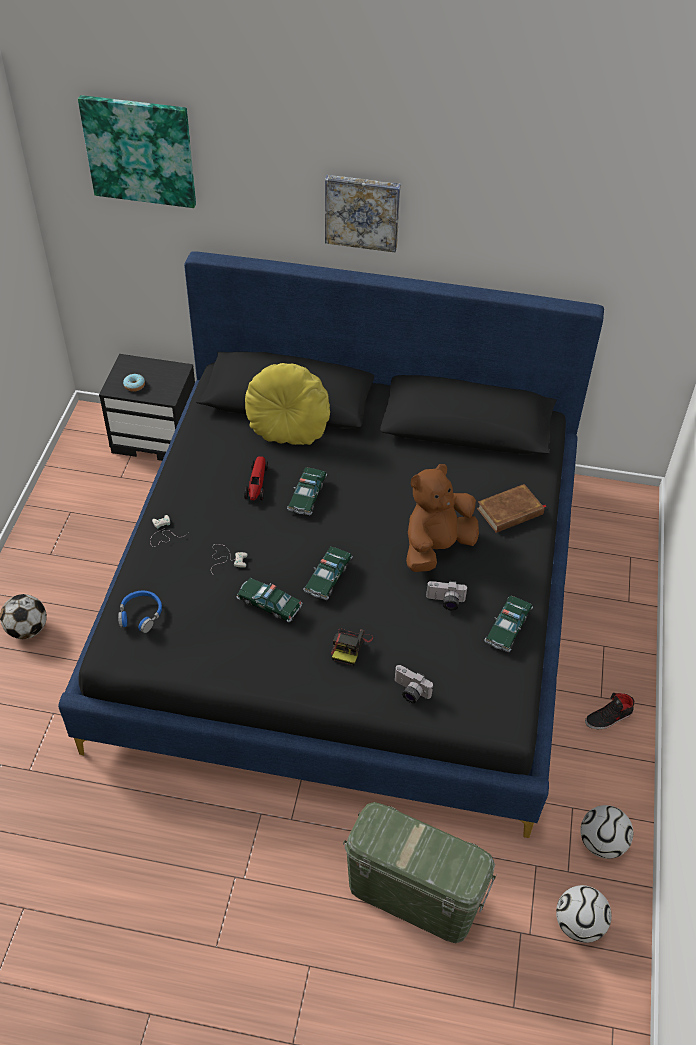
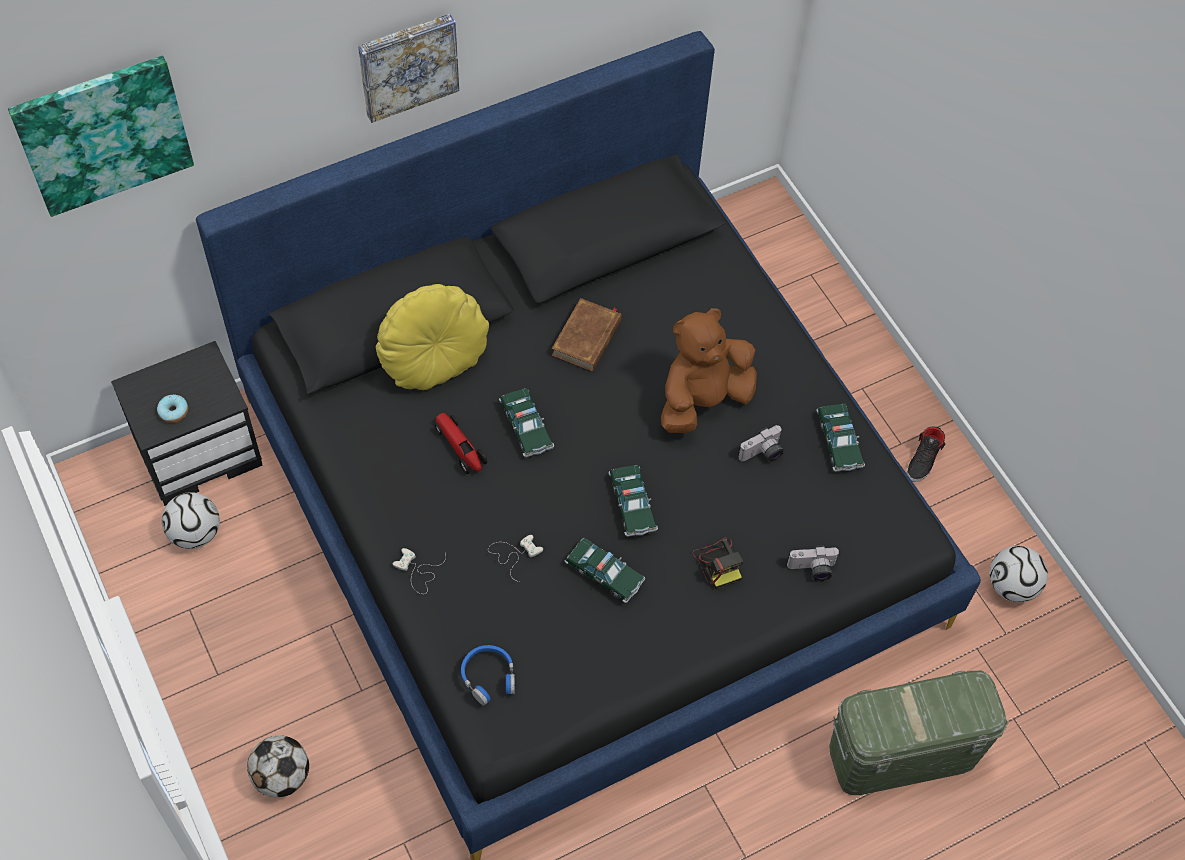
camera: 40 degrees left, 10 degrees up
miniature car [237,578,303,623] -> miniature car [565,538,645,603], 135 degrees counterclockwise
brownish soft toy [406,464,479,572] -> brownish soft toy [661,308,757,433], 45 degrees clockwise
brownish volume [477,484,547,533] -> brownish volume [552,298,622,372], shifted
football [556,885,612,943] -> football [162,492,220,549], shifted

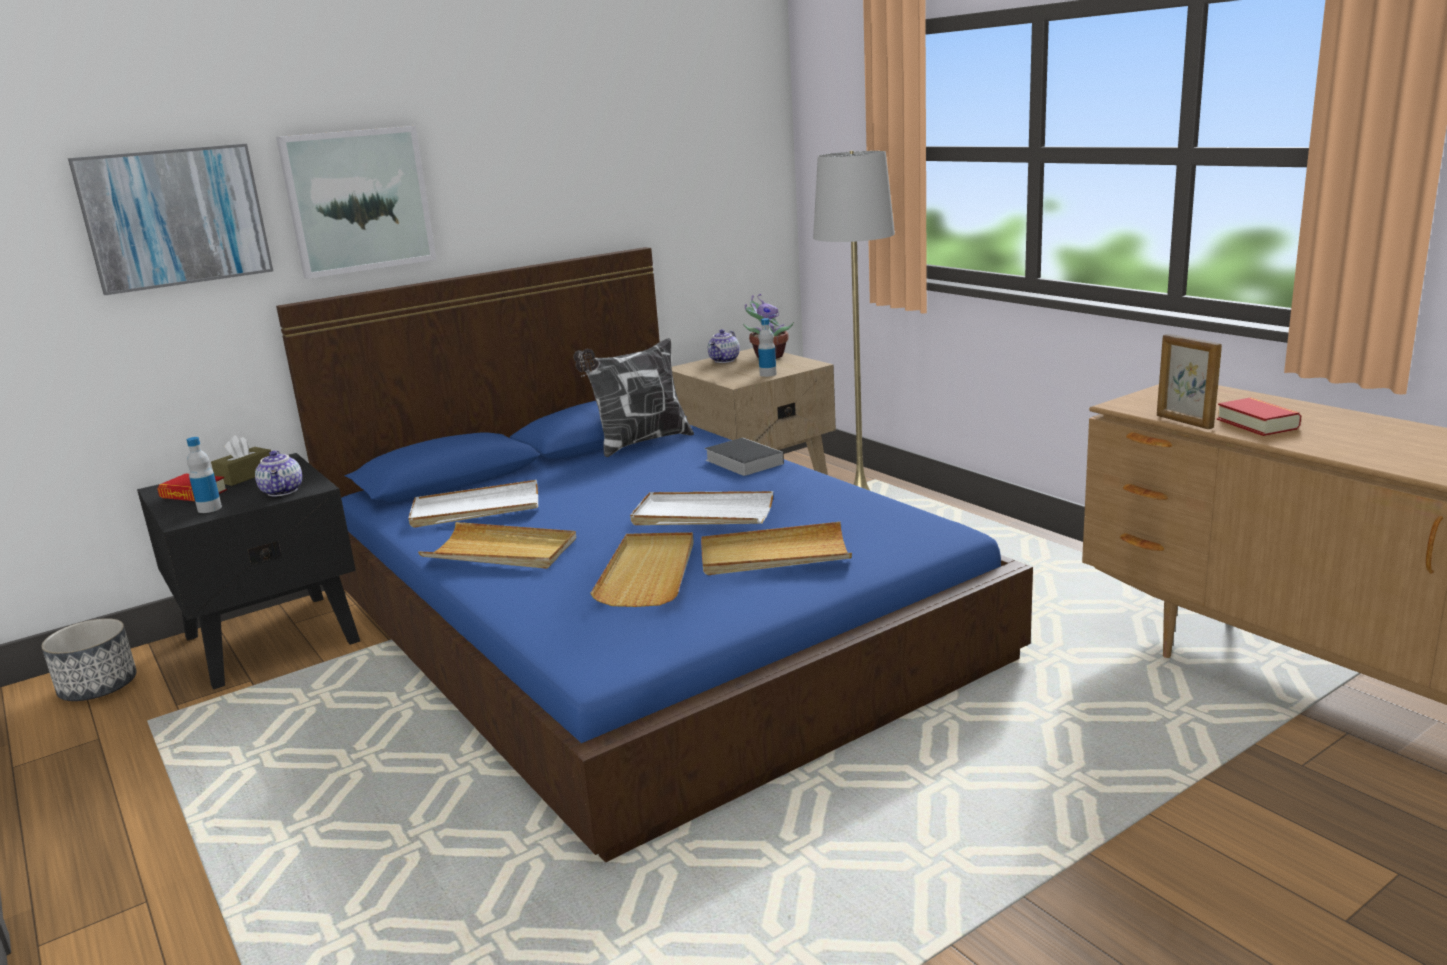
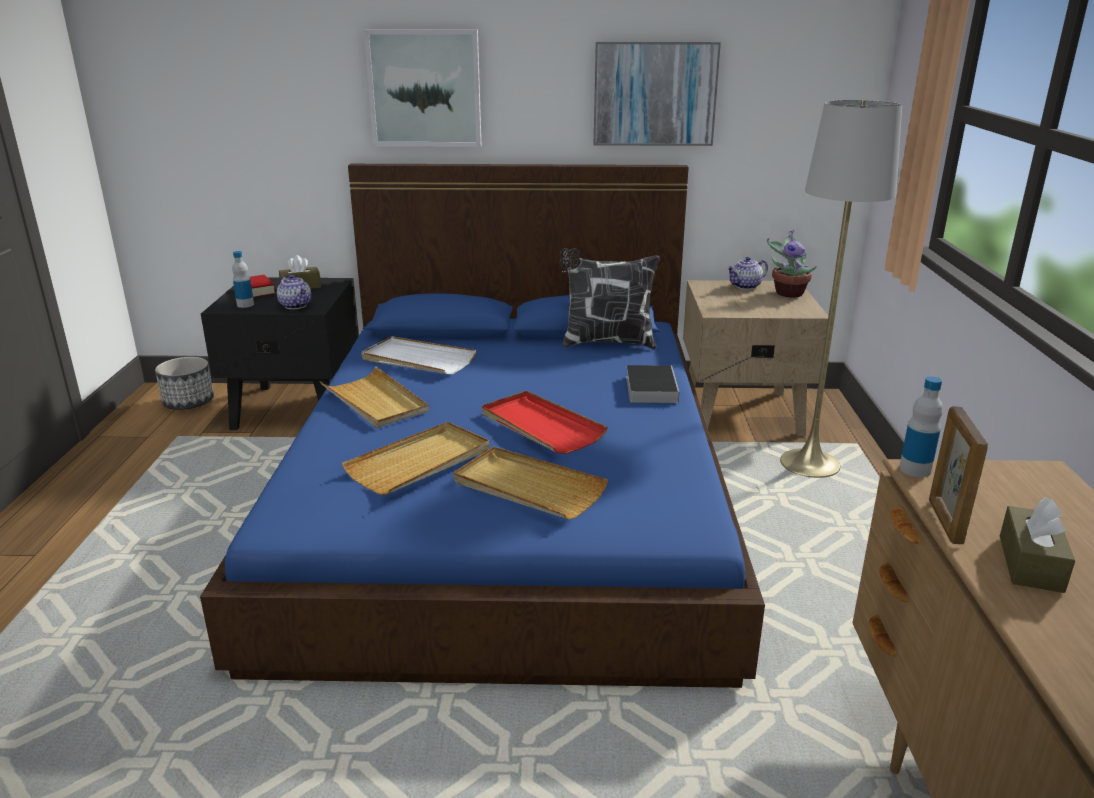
camera: 35 degrees right, 5 degrees up
wall picture [68,144,273,295] -> wall picture [594,42,721,146], shifted
pot for tea [255,451,302,497] -> pot for tea [277,274,311,309], 60 degrees counterclockwise
white carrying tray [630,491,773,525] -> red carrying tray [482,391,608,454]
drink bottle [758,318,777,377] -> drink bottle [899,376,943,477], shifted
volume [1217,398,1301,436] -> brownish tissue box [1000,497,1075,593]

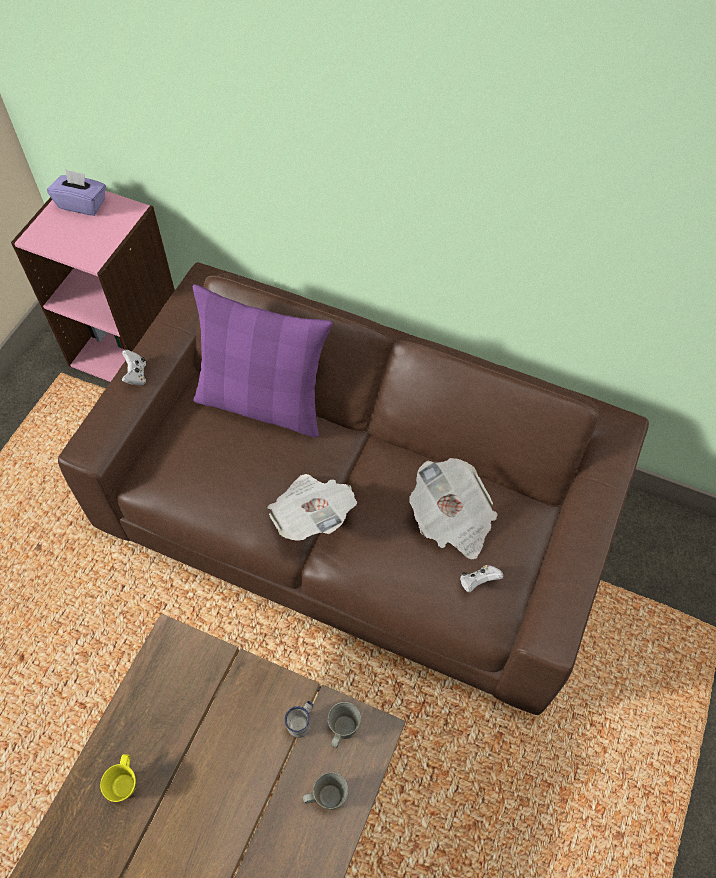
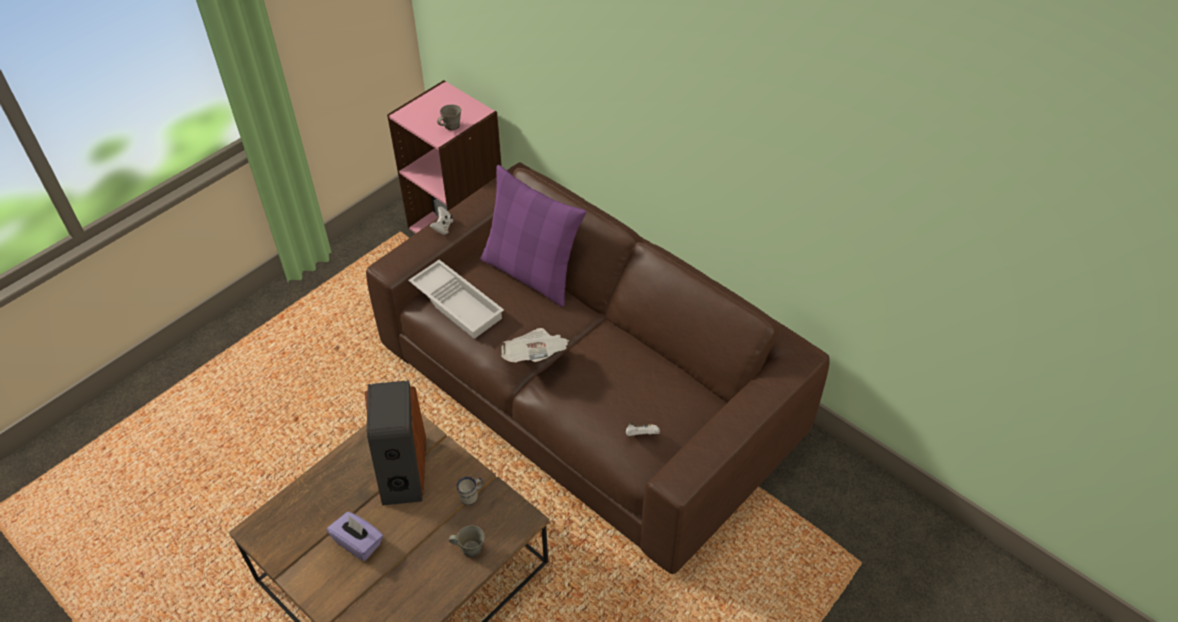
camera: 20 degrees right, 10 degrees down
purple-coloured tissue box [47,169,106,216] -> purple-coloured tissue box [327,512,383,561], shifted
yellow tea mug [100,754,136,802] -> none
greyish tea mug [328,702,361,748] -> greyish tea mug [437,104,461,131], shifted
printed paper [409,458,498,559] -> none
none -> loudspeaker [364,380,426,505]
none -> white carrying tray [408,260,504,339]

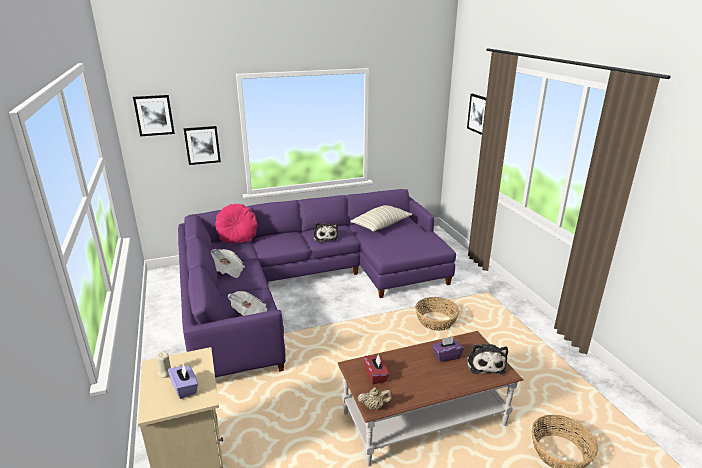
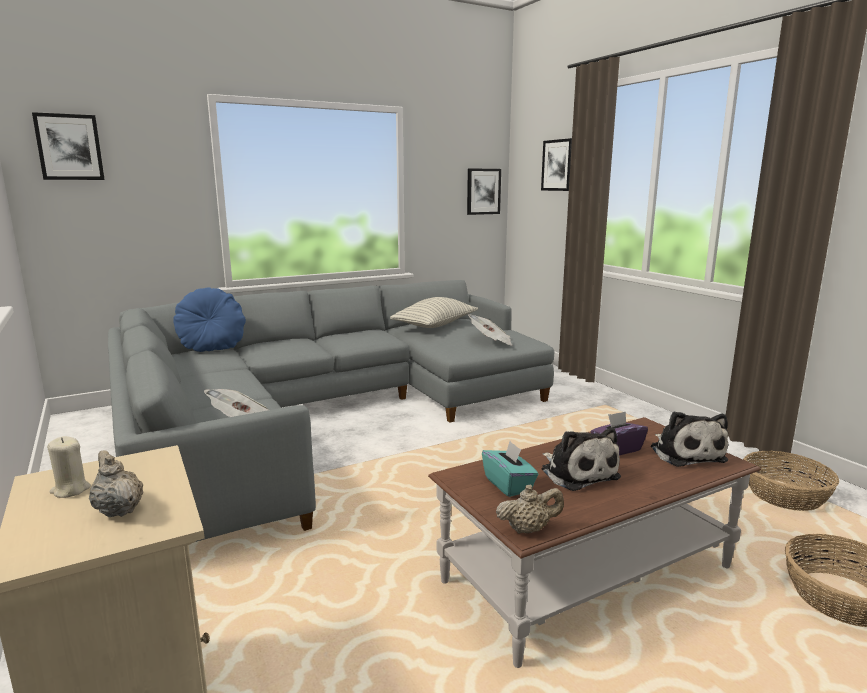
camera: 10 degrees left, 10 degrees down
purple-coloured tissue box [168,363,198,399] -> beige-coloured pot for tea [89,450,143,517]
purple-coloured sofa [178,189,456,377] -> greyish sofa [108,280,554,542]
wall picture [184,126,221,165] -> wall picture [467,168,501,215], shifted
printed paper [211,249,245,278] -> printed paper [468,314,512,346], shifted
pink pillow [215,204,258,244] -> blue-coloured pillow [173,288,246,352]
soft toy [314,223,338,242] -> soft toy [542,427,621,491], shifted
red tissue box [364,355,389,384] -> turquoise tissue box [482,441,538,497]
basket [415,297,459,331] -> basket [743,451,839,511], shifted

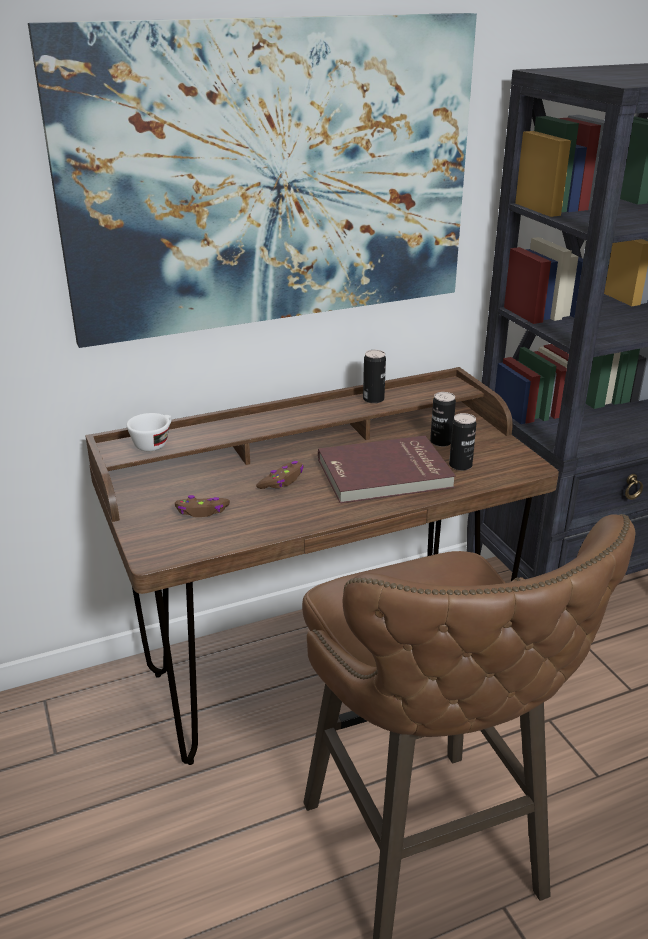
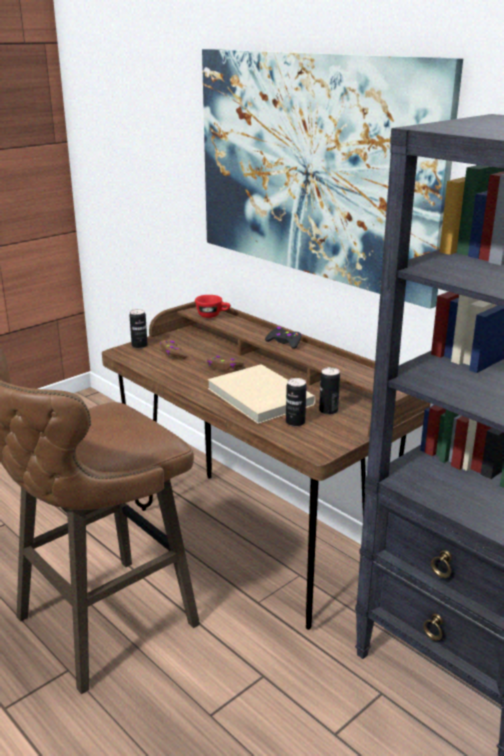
camera: 70 degrees right, 5 degrees down
white drinking cup [127,413,172,451] -> red drinking cup [195,295,231,318]
red volume [318,436,456,504] -> beige-coloured volume [208,364,316,424]
metal can [363,350,386,404] -> metal can [129,309,148,349], shifted
none -> blackish gamepad [265,327,302,349]

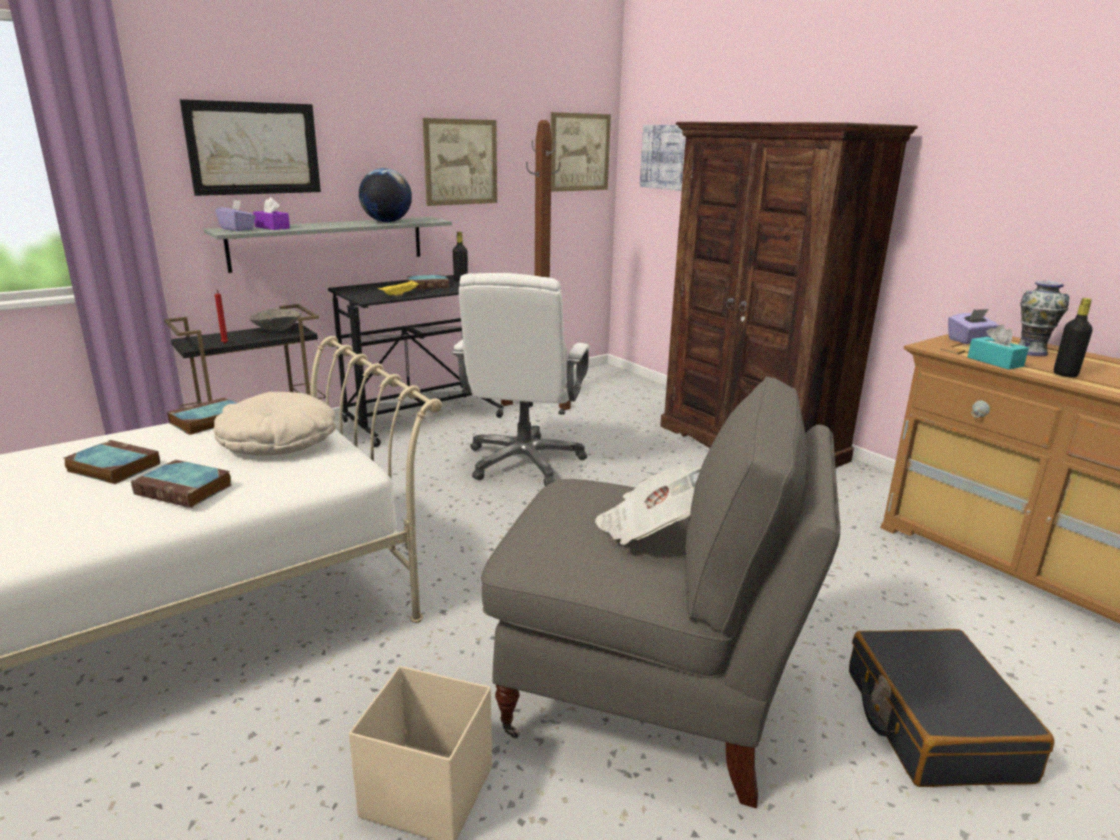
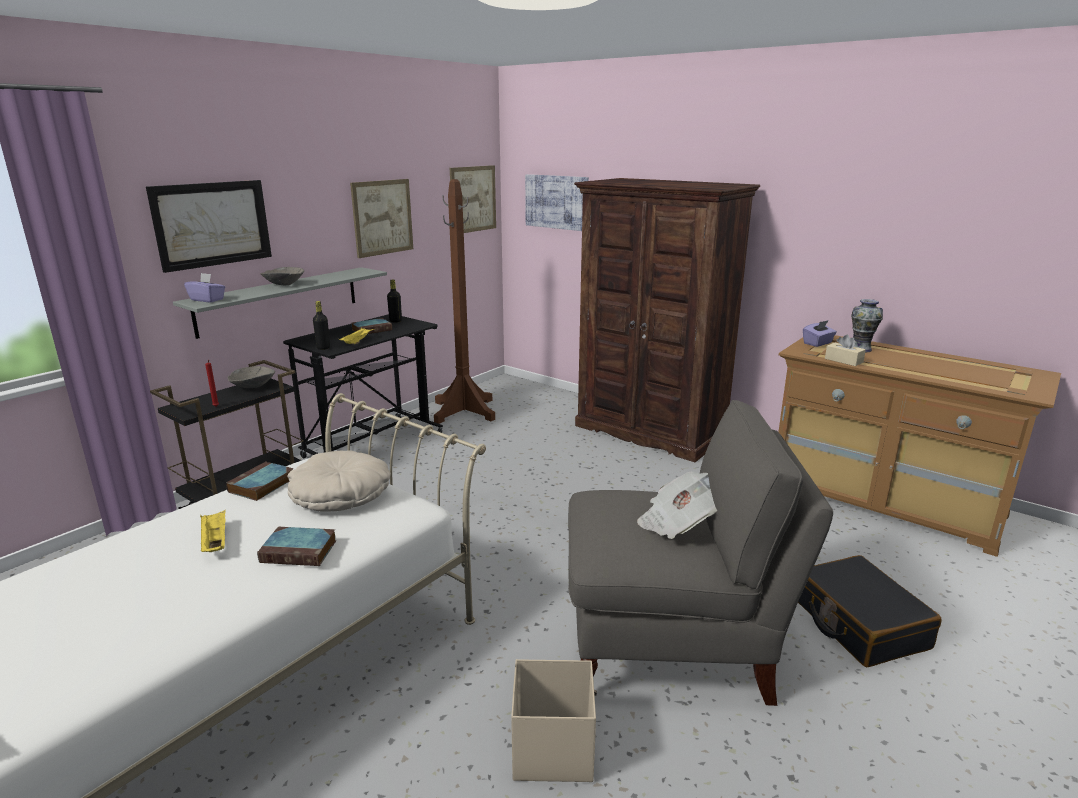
camera: 15 degrees left, 0 degrees up
volume [64,440,160,484] -> yellow carrying tray [200,510,225,552]
purple-coloured tissue box [253,197,290,230] -> none
desk globe [359,168,412,222] -> none
white office chair [452,273,589,486] -> none
turquoise tissue box [967,325,1029,370] -> beige-coloured tissue box [825,335,866,366]
blackish drink bottle [1054,298,1093,378] -> blackish drink bottle [313,301,330,350], shifted
none -> greyish bowl [260,267,304,285]

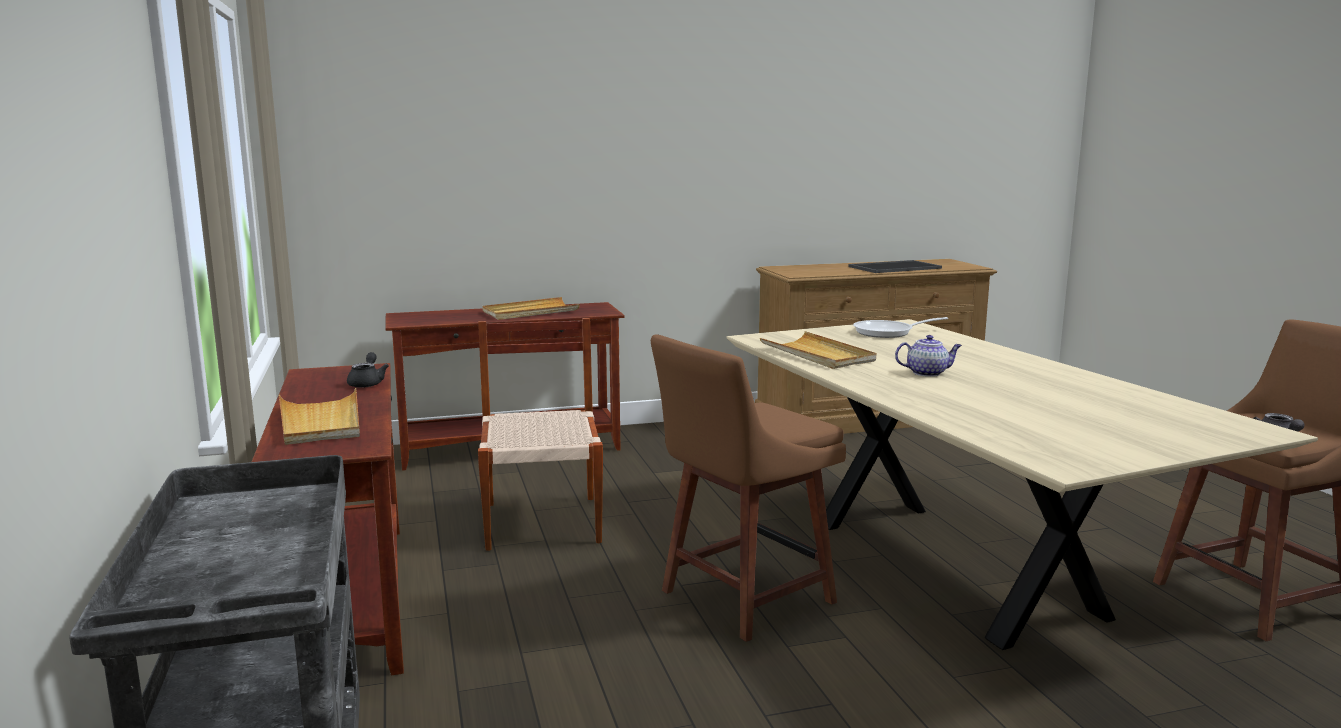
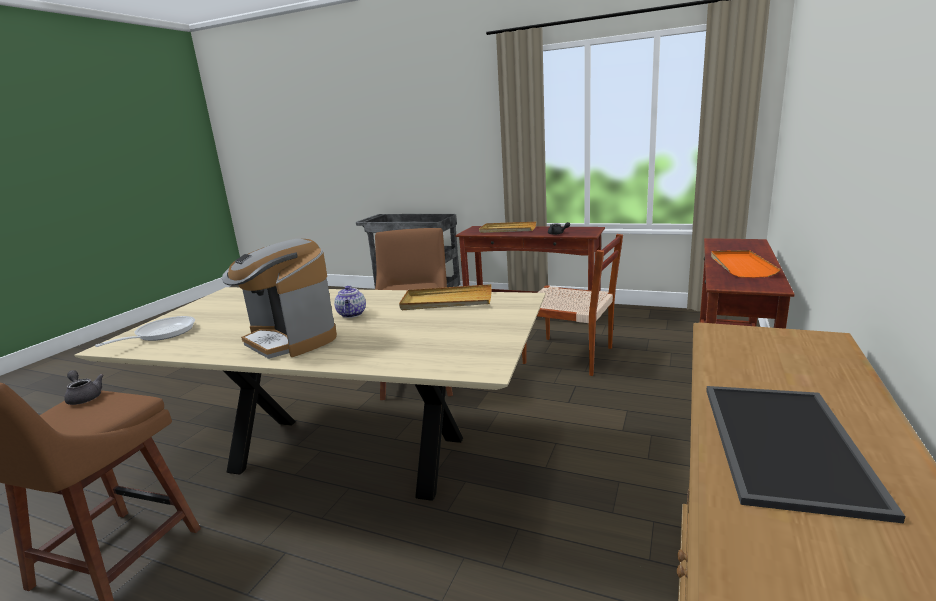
camera: 130 degrees right, 5 degrees up
beige-coloured carrying tray [482,297,580,320] -> orangey carrying tray [711,250,781,278]
frying pan [853,317,948,338] -> frying pan [95,316,195,347], shifted
pot for tea [895,335,962,377] -> pot for tea [334,286,366,318], 45 degrees counterclockwise
none -> coffee maker [222,239,337,359]

